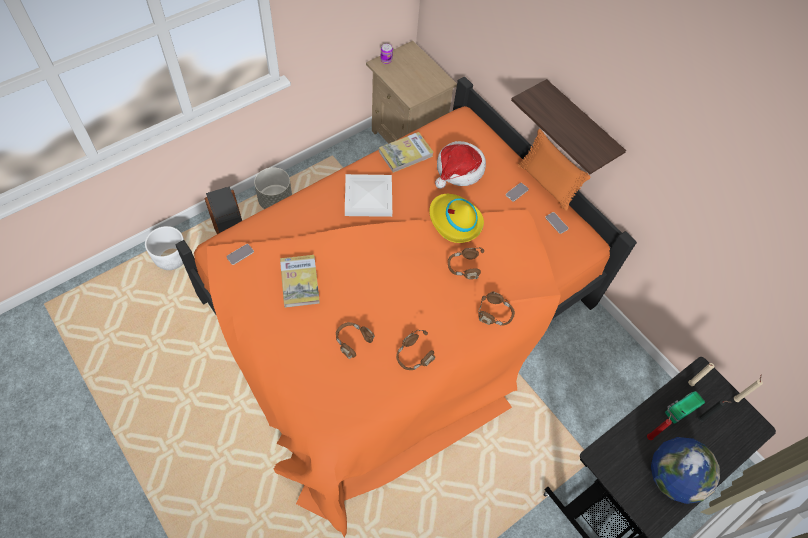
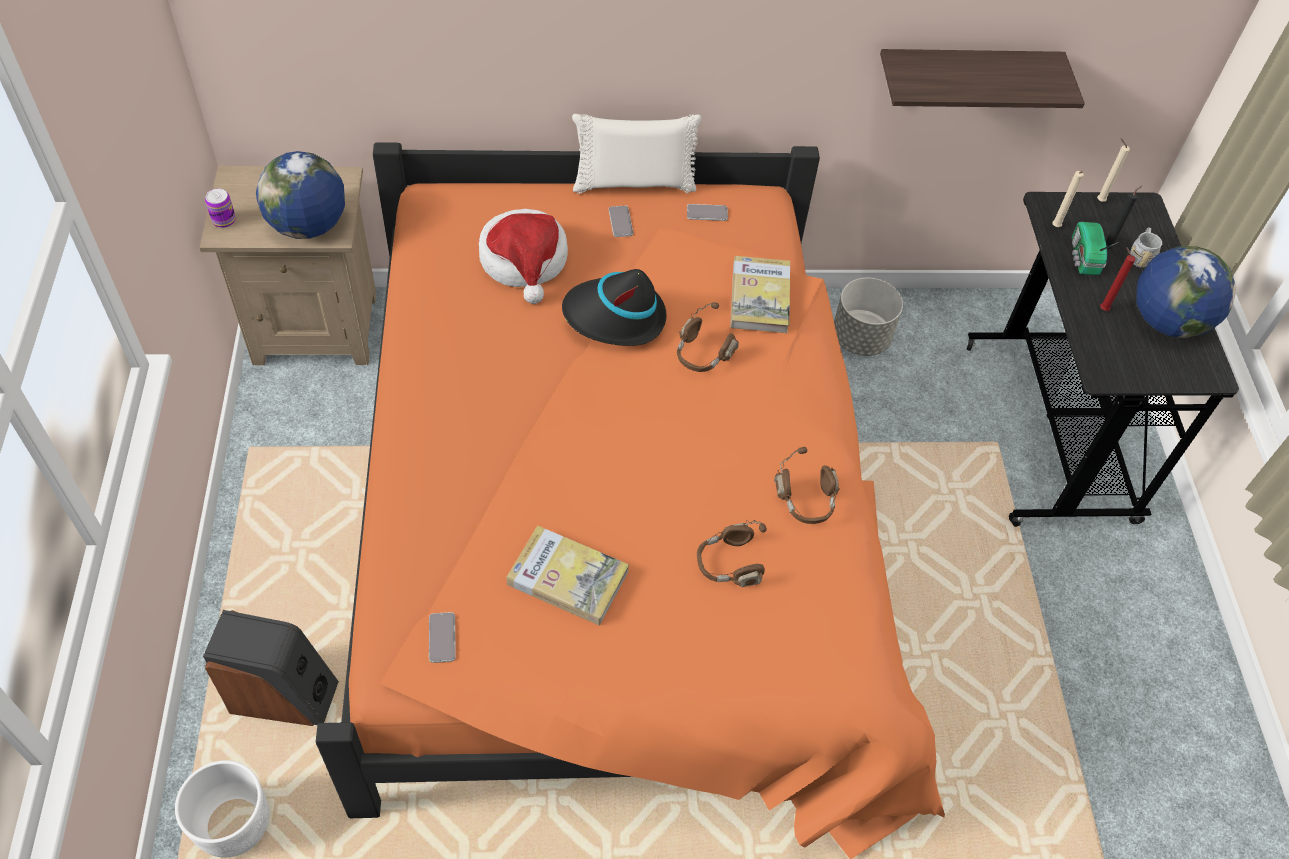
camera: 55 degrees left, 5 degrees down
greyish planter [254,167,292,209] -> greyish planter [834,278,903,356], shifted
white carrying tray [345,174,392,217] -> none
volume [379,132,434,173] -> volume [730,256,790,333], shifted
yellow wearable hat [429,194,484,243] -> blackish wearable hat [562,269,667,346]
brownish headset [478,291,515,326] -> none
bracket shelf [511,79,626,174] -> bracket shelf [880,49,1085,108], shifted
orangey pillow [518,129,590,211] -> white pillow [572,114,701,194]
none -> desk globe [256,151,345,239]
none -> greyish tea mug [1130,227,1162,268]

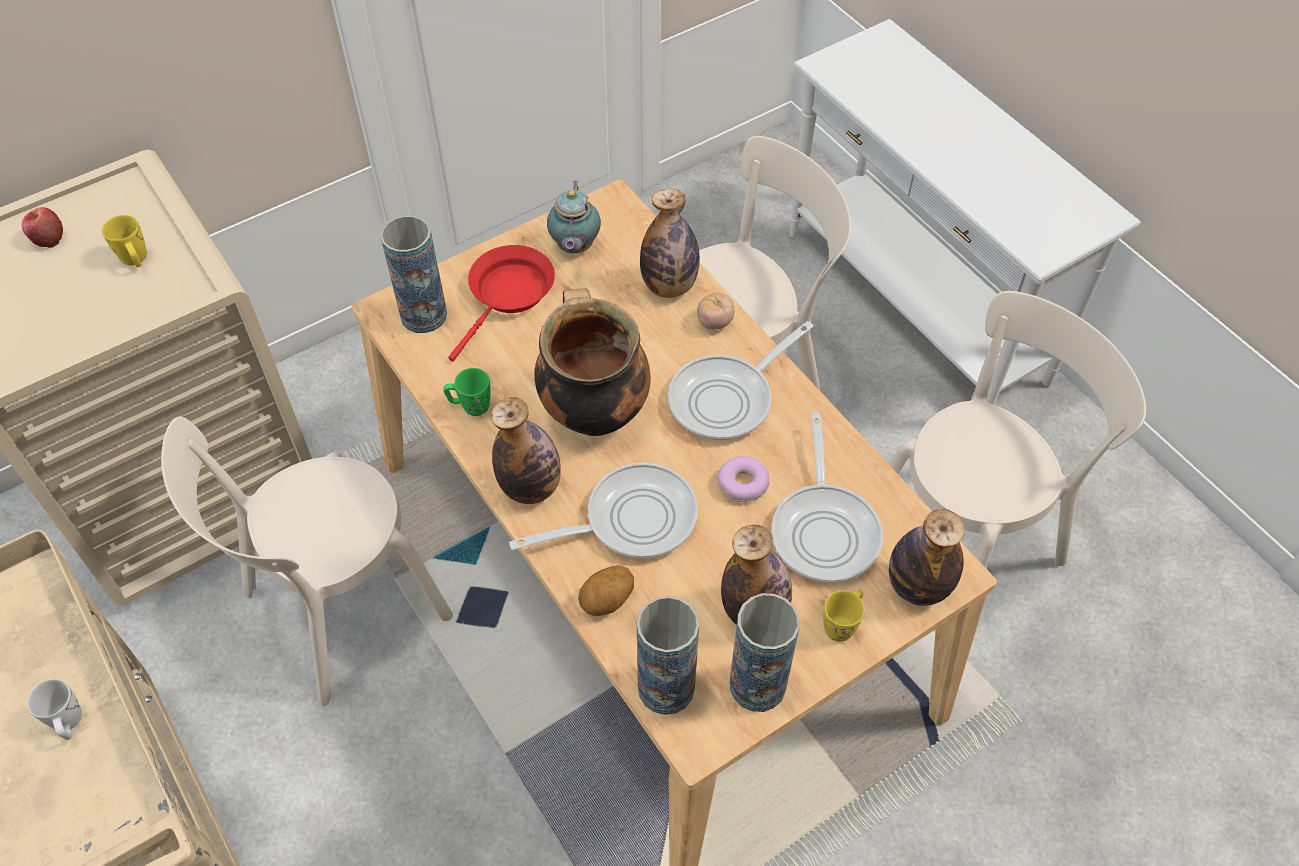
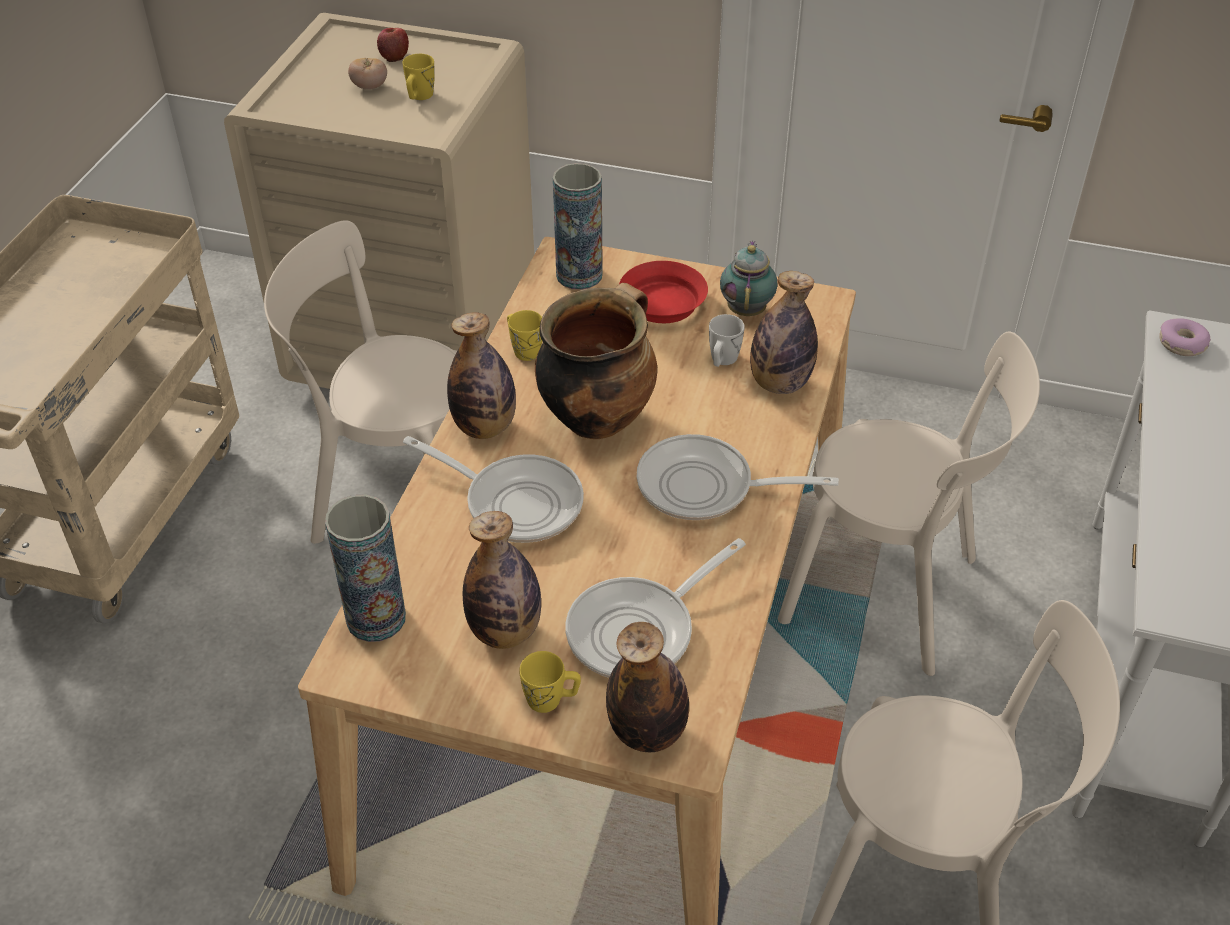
camera: 50 degrees right, 10 degrees down
white tea mug [27,679,82,740] -> white tea mug [709,314,745,367], shifted
green tea mug [443,368,491,416] -> yellow tea mug [507,310,542,361]
pot for tea [547,180,601,253] -> pot for tea [720,241,778,316], 135 degrees clockwise
spud [578,565,634,616] -> none
tomato [697,292,734,329] -> tomato [348,57,387,90], shifted
donut [717,456,770,502] -> donut [1159,318,1211,356], shifted
flower vase [730,593,800,712] -> none

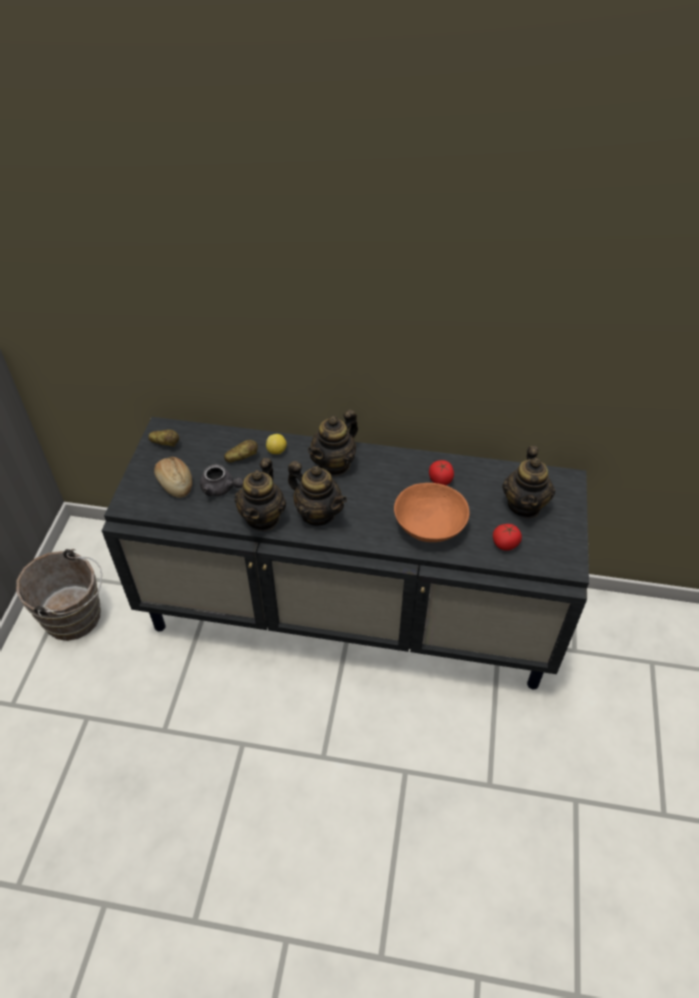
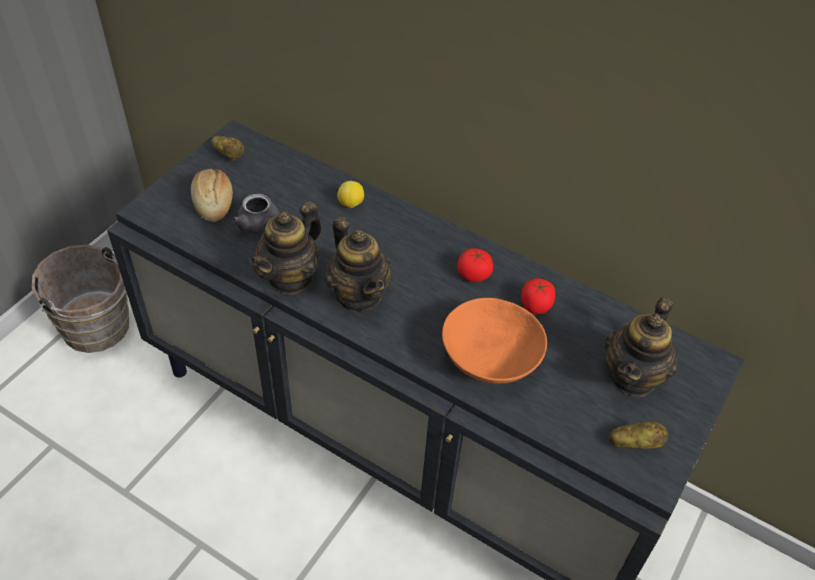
camera: 20 degrees right, 0 degrees up
spud [224,440,258,463] -> spud [609,422,668,449], shifted
pot for tea [308,410,358,476] -> none
tomato [493,524,522,551] -> tomato [457,248,493,282], shifted

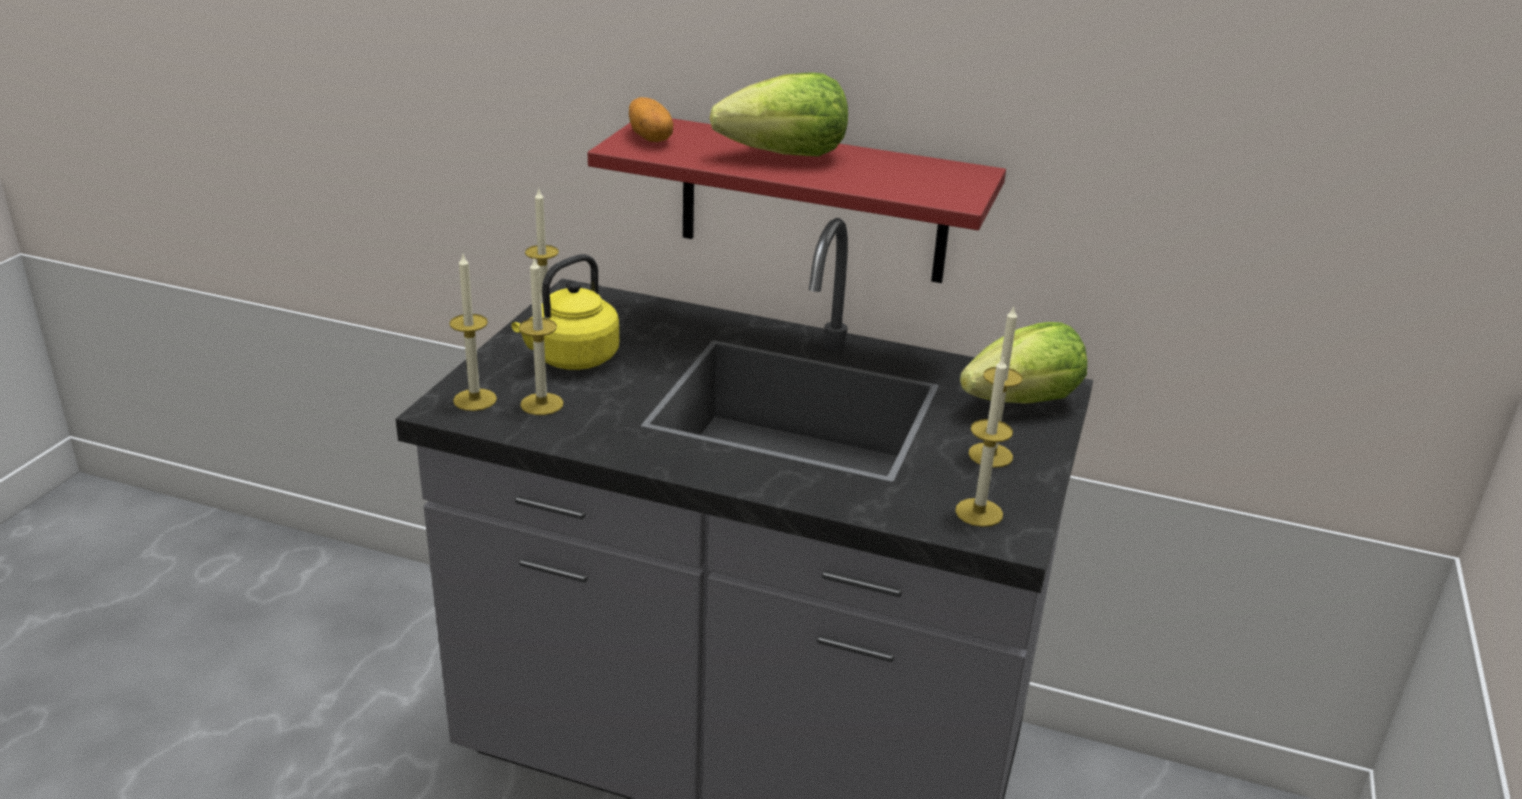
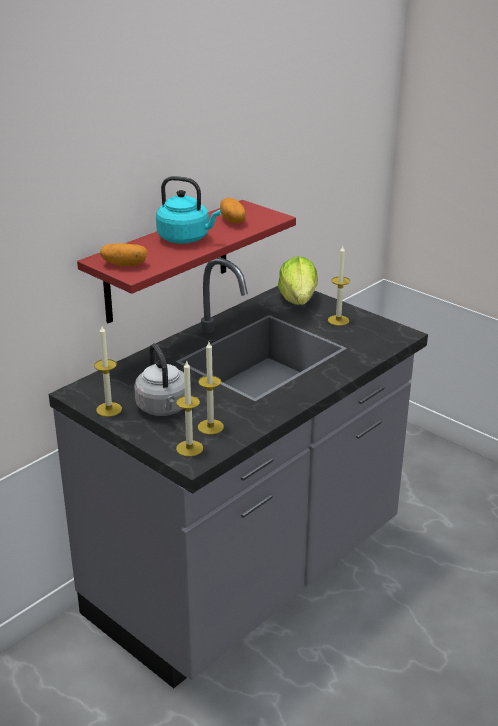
camera: 65 degrees left, 0 degrees up
yellow water kettle [511,254,619,370] -> greyish water kettle [134,343,185,416]
lettuce head [710,72,848,157] -> turquoise water kettle [156,176,221,244]
wax candle [955,355,1013,527] -> none
none -> spud [220,198,246,224]

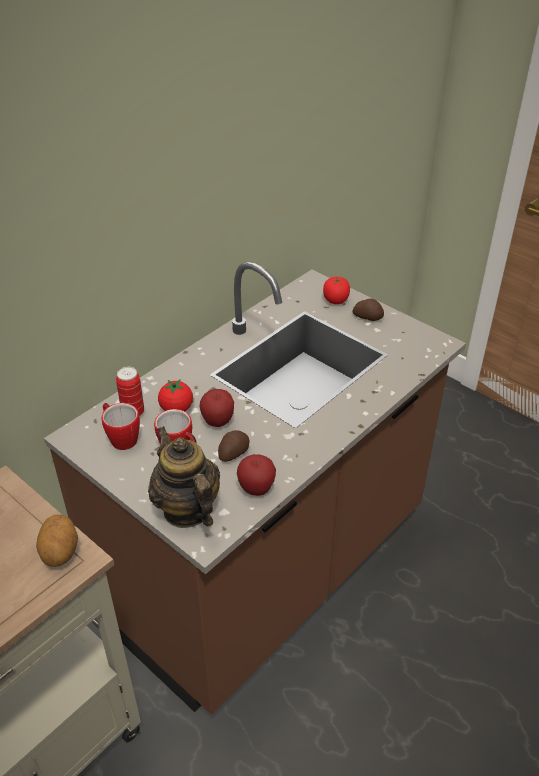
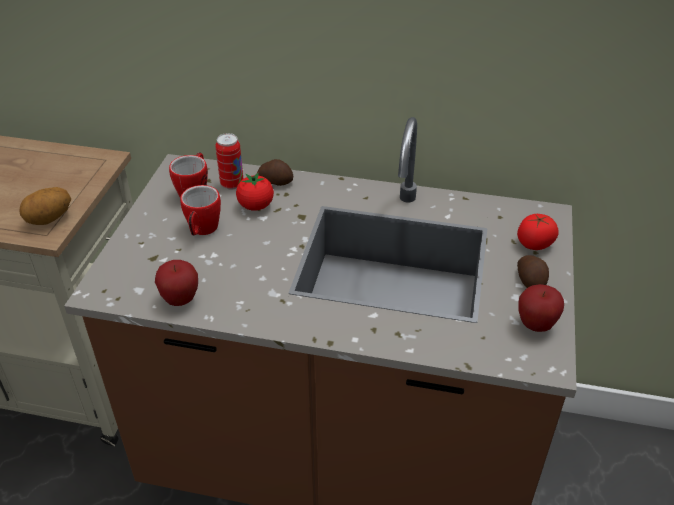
camera: 60 degrees right, 0 degrees up
pot for tea [148,426,220,528] -> none
whole apple [199,389,234,427] -> whole apple [518,284,564,332], shifted
spud [218,430,250,462] -> spud [257,159,293,186], shifted

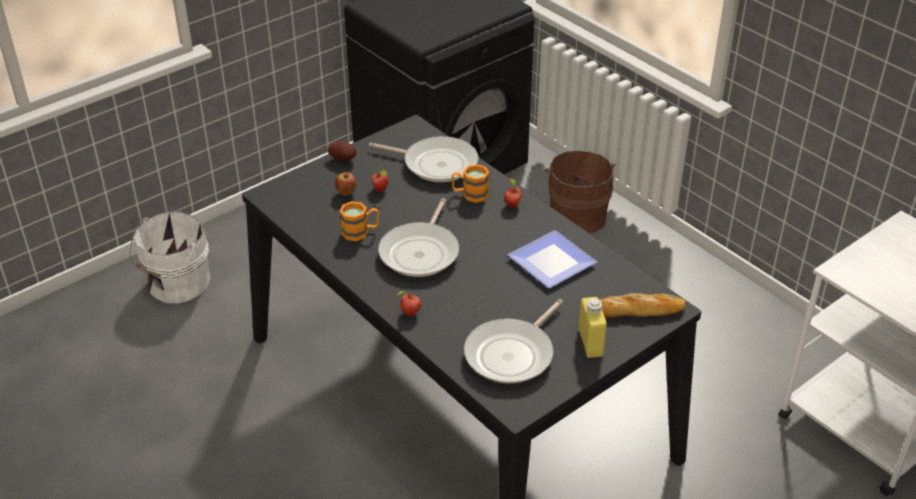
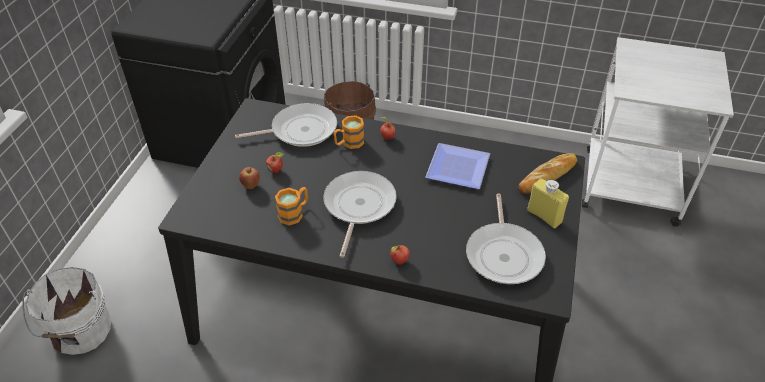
camera: 35 degrees left, 5 degrees up
spud [328,142,356,161] -> none
frying pan [378,198,459,277] -> frying pan [323,171,397,258], 150 degrees counterclockwise

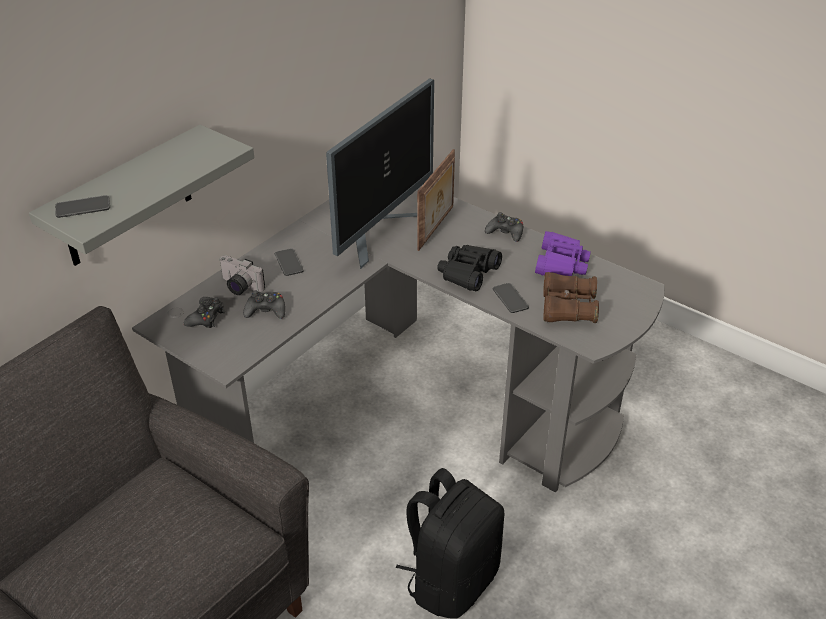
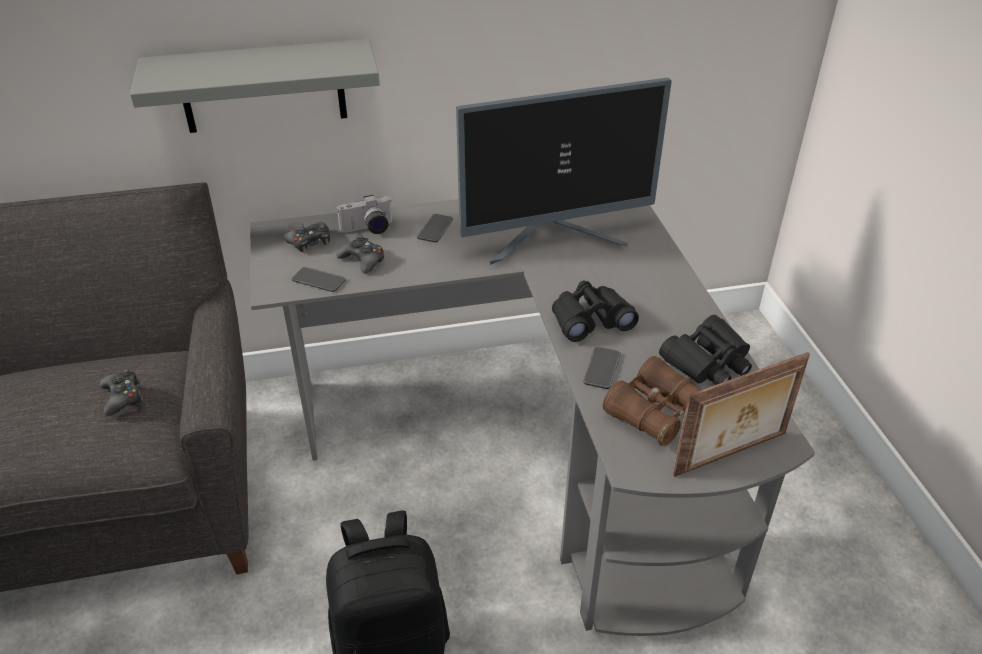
camera: 40 degrees right, 0 degrees up
phone [55,195,110,218] -> phone [292,267,346,292], shifted
still camera [220,255,265,295] -> still camera [337,195,392,234], 90 degrees counterclockwise
standing frame [417,149,455,251] -> standing frame [673,352,810,477], shifted
blackish gamepad [485,212,523,242] -> blackish gamepad [100,369,144,416], shifted
purple-coloured binoculars [535,231,591,276] -> blackish binoculars [659,315,752,385]

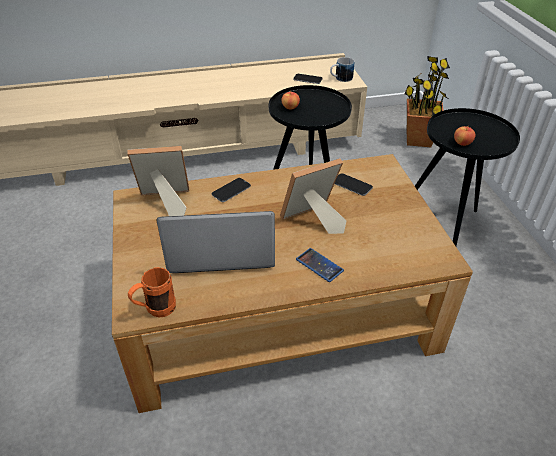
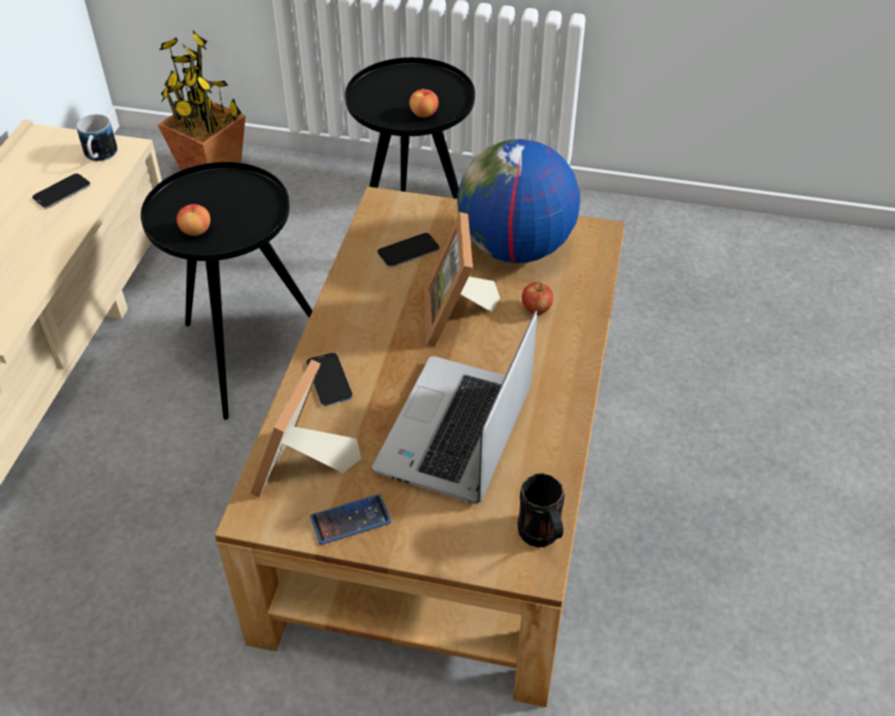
camera: 65 degrees left, 5 degrees up
orangey tea mug [128,267,176,317] -> blackish tea mug [518,473,565,547]
phone [296,248,344,282] -> phone [310,494,391,545], shifted
none -> desk globe [457,139,580,263]
none -> whole apple [522,282,553,315]

